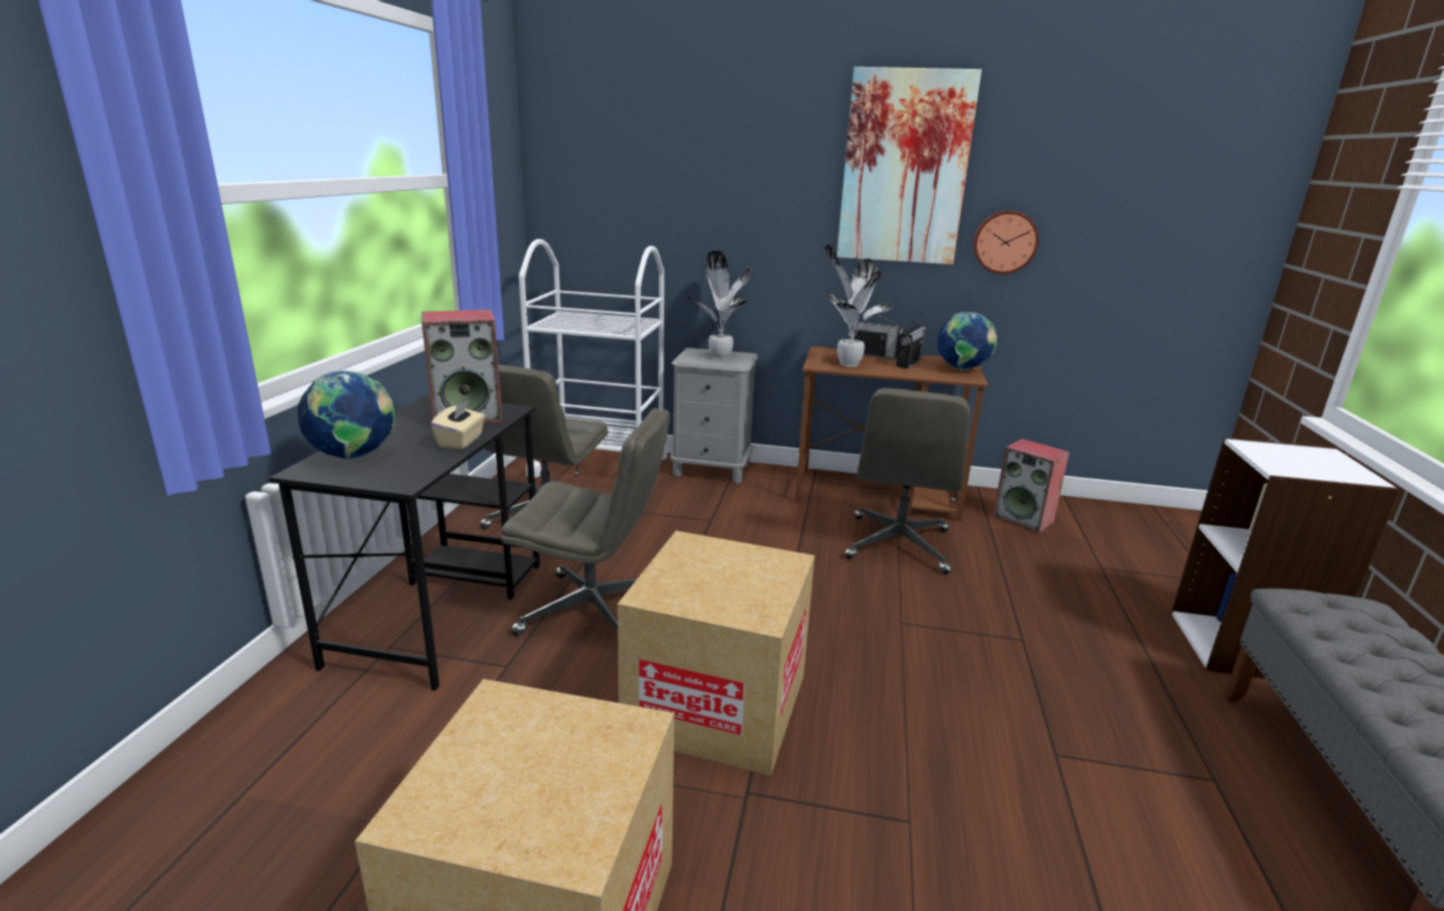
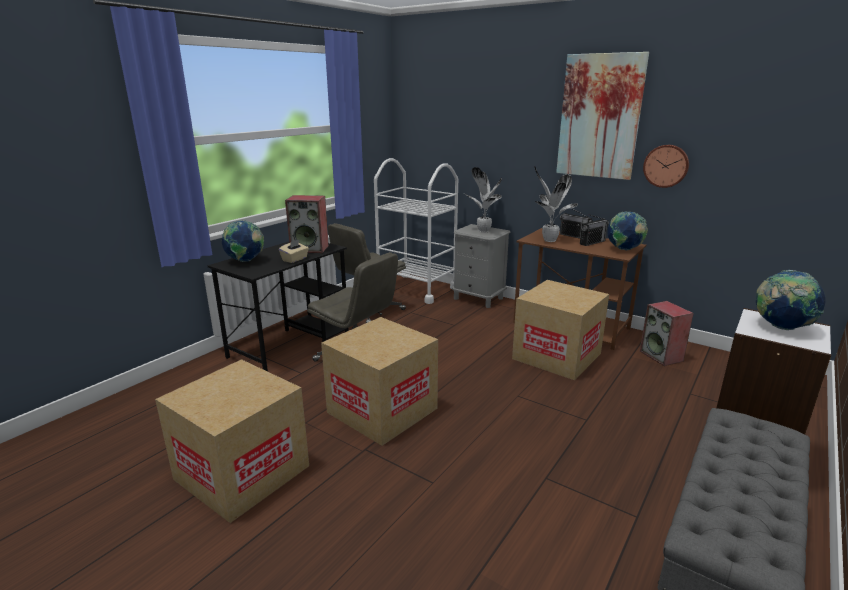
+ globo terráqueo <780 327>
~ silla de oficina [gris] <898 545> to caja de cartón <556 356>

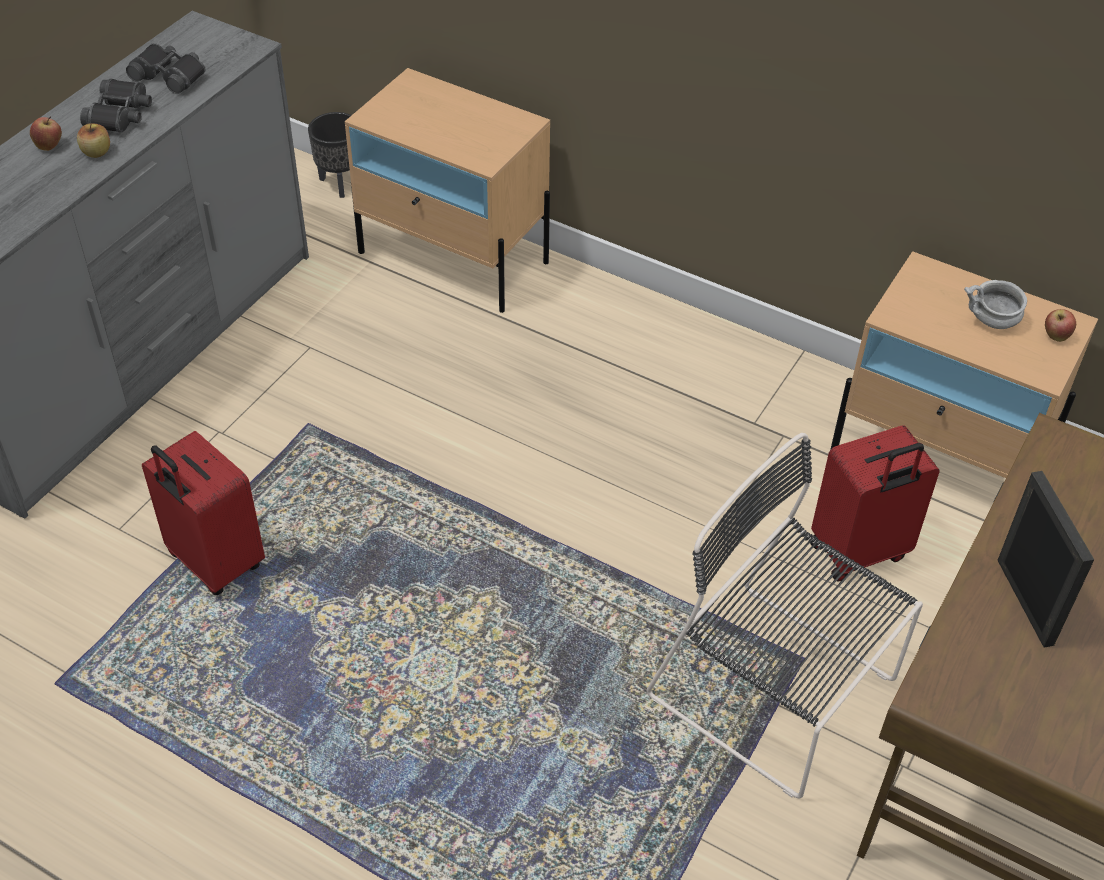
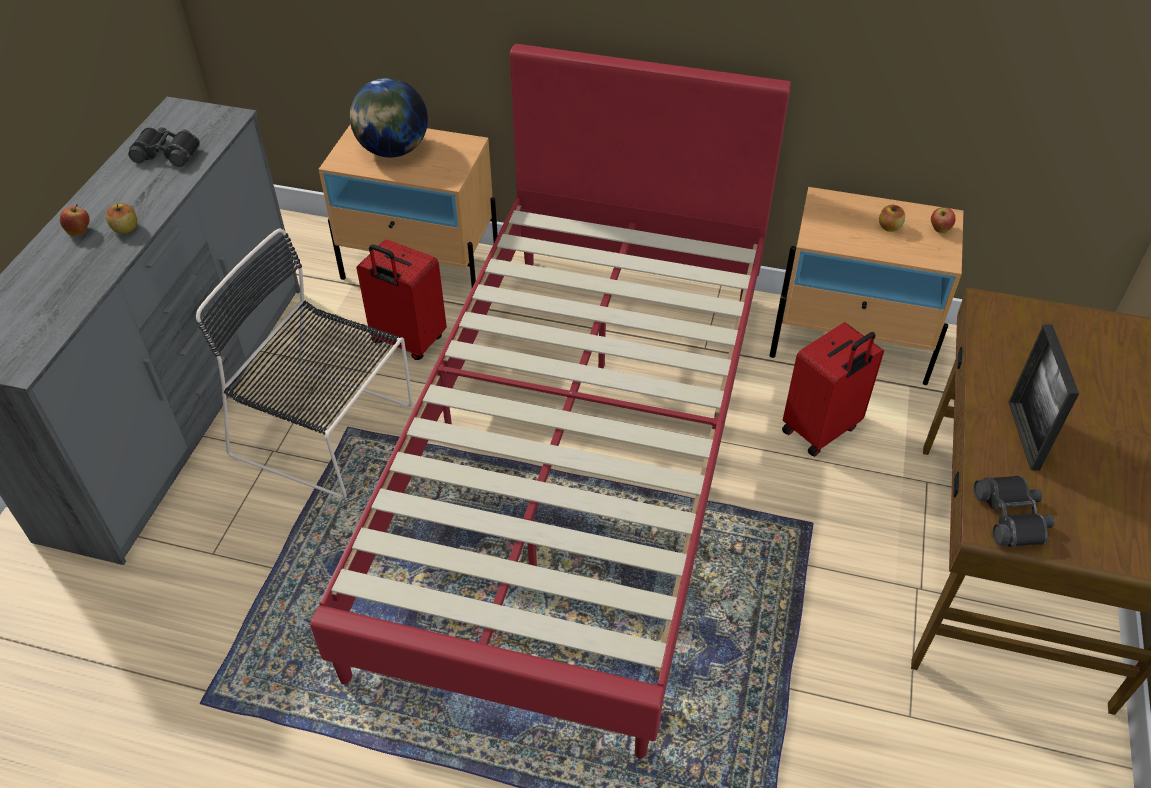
- maceta [negro] <340 183>
+ cama [rojo] <576 460>
+ globo terráqueo <393 150>
~ prismáticos [negro] <120 114> to <1012 517>
~ maleta [rojo] <214 563> to <407 341>
~ silla [negro] <778 693> to <328 433>
~ cuenco [gris] <992 321> to manzana <889 227>
~ portarretratos <1025 602> = <1023 435> 150 degrees counterclockwise

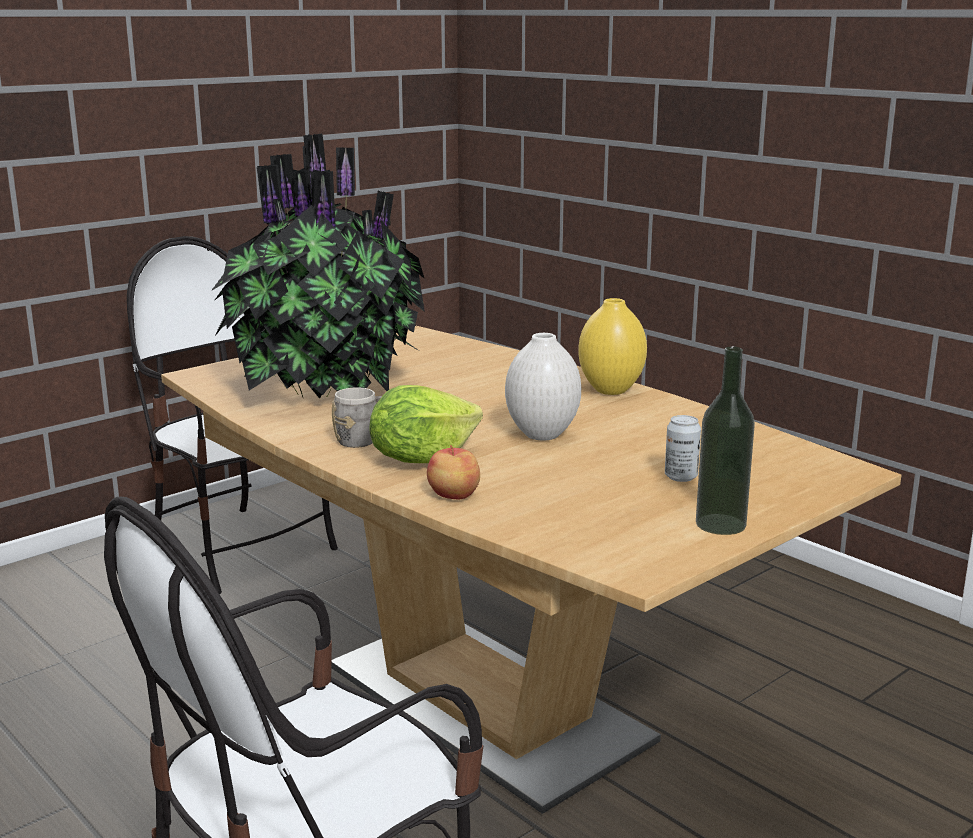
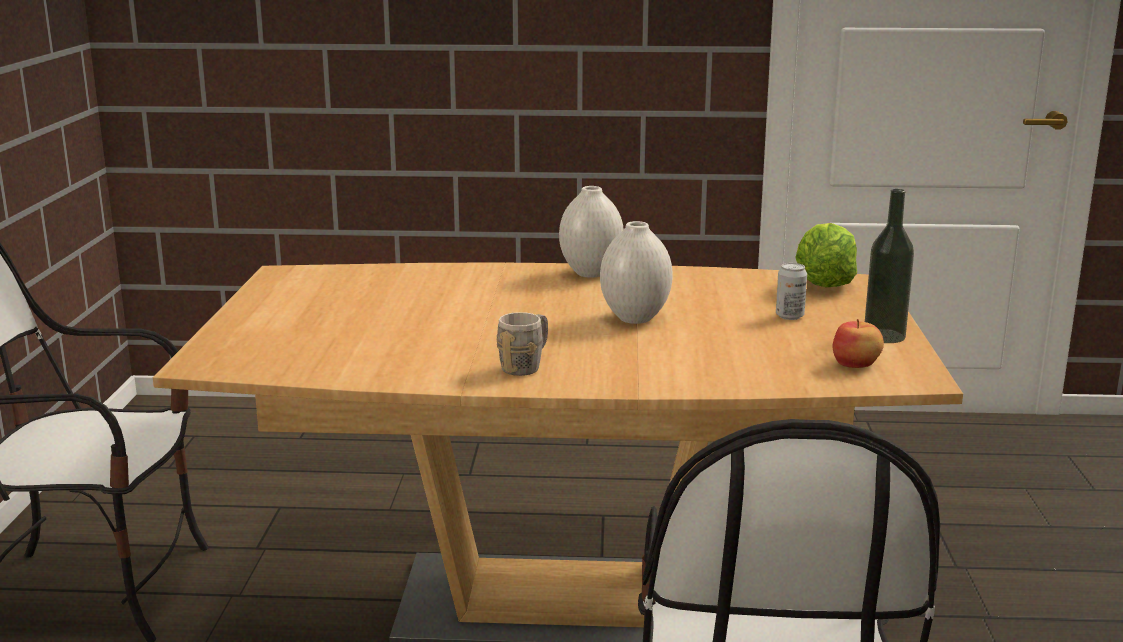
- planta en maceta <323 386>
~ lechuga <421 458> to <824 284>
~ manzana <453 495> to <856 365>
~ florero [amarillo] <611 390> to florero [blanco] <591 273>

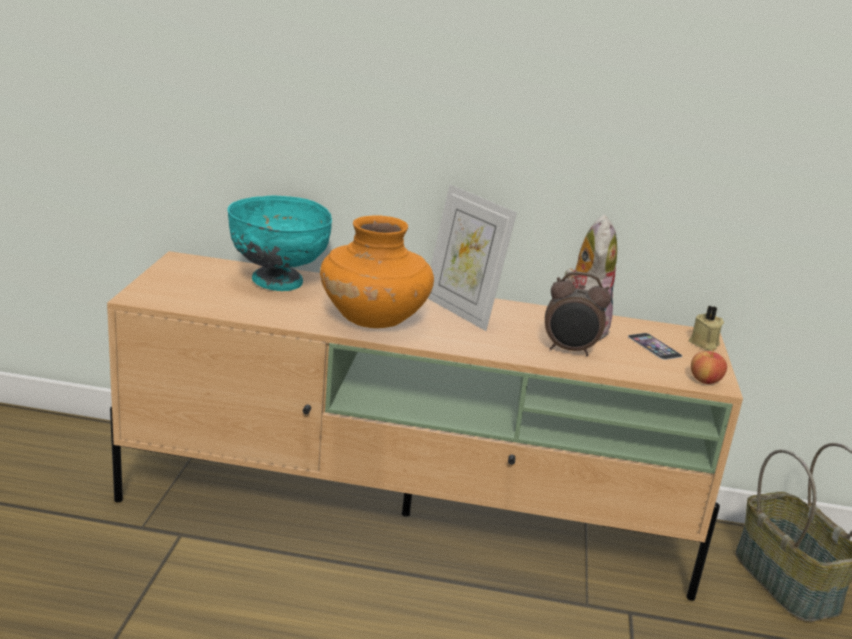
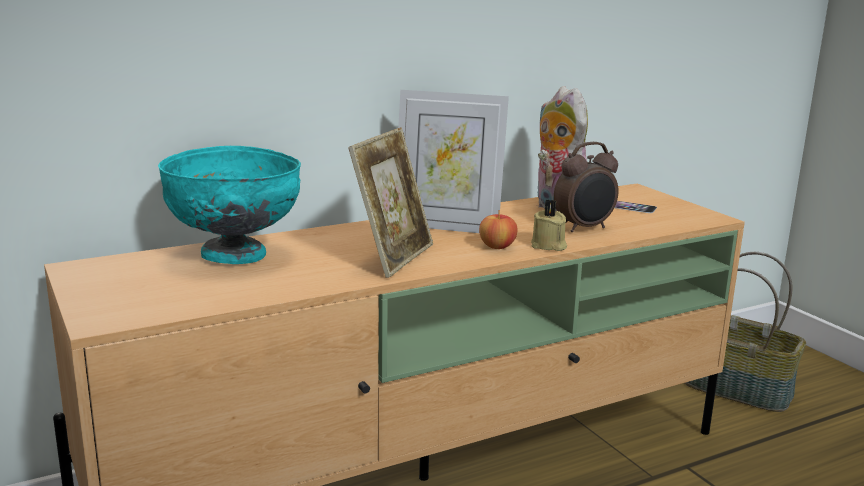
~ vela [beis] <704 344> to <548 246>
~ manzana <705 380> to <497 246>
~ florero [naranja] <373 320> to portarretratos <393 257>

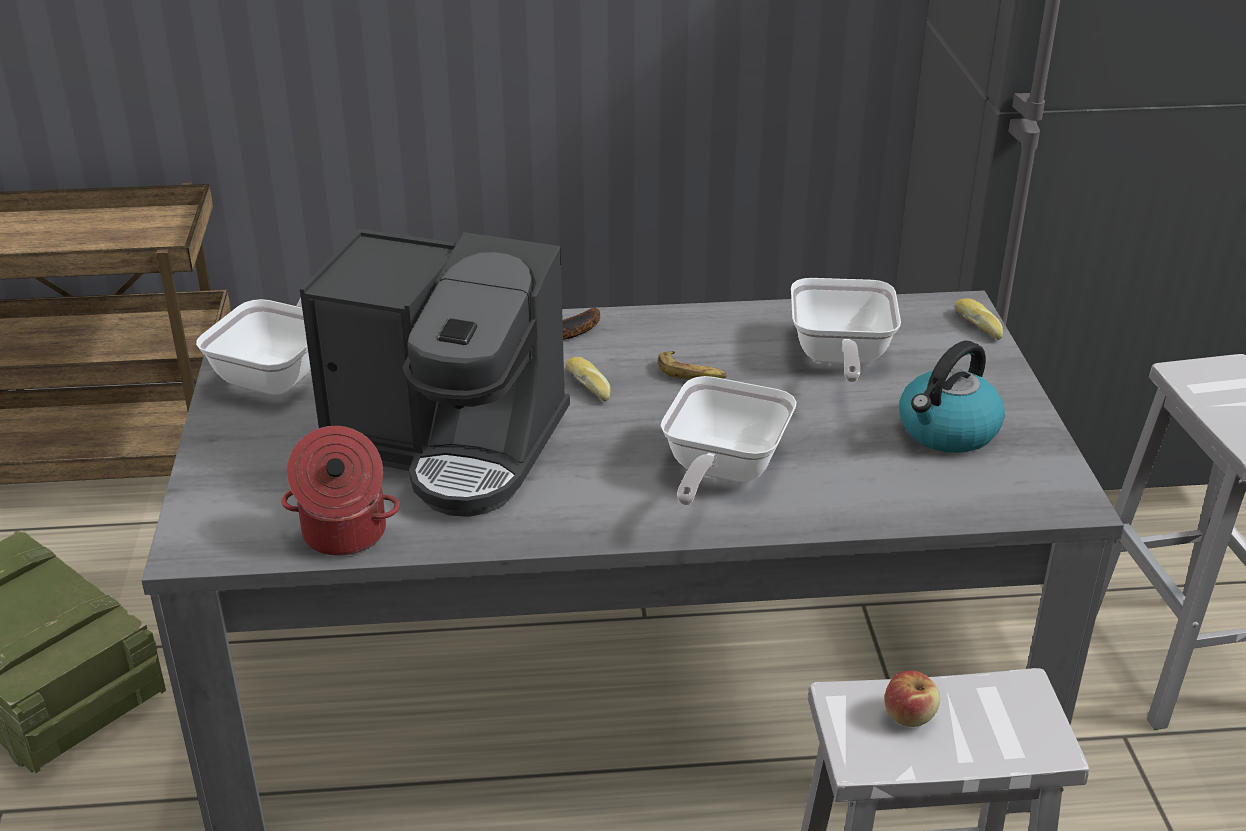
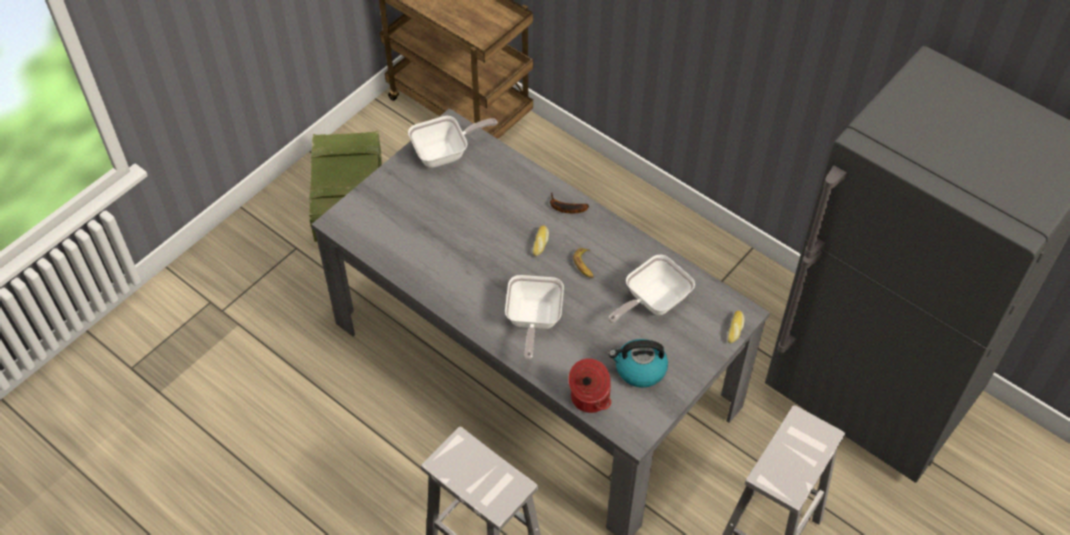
- cafetera <448 444>
- manzana <909 715>
~ olla <343 534> to <589 398>
~ sartén <720 471> = <533 321> 60 degrees counterclockwise

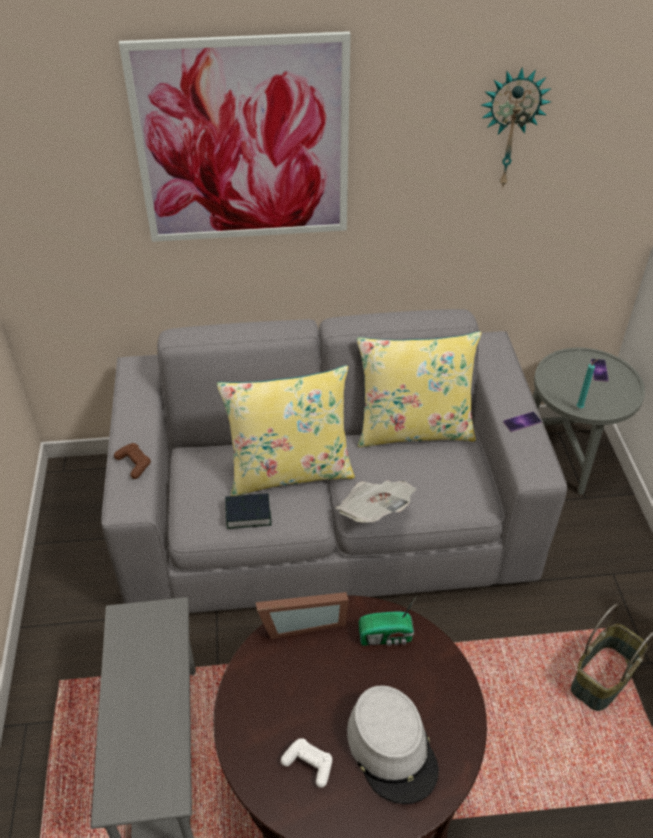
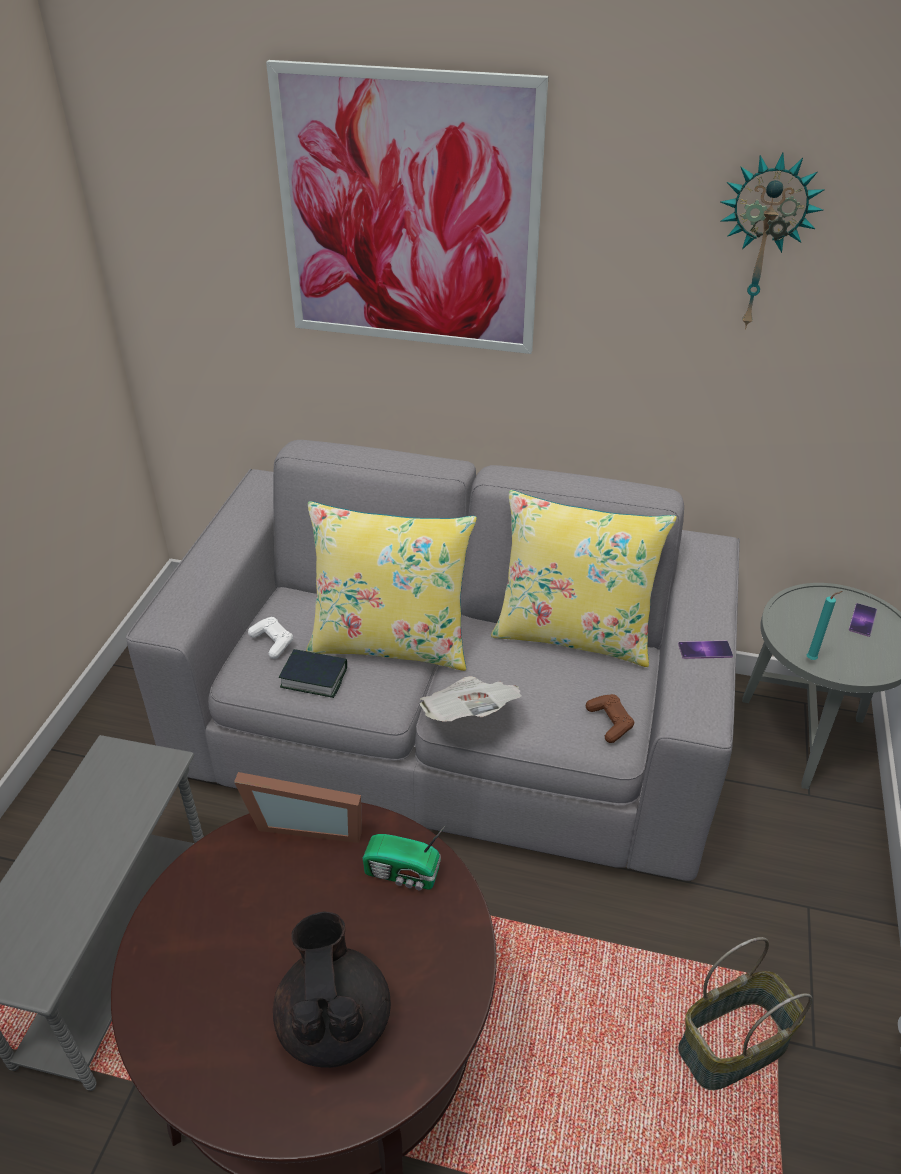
~ mando de consola [marrón] <134 464> to <610 722>
~ mando de consola [blanco] <309 764> to <272 642>
~ sombrero [gris] <392 748> to tetera [negro] <334 1021>

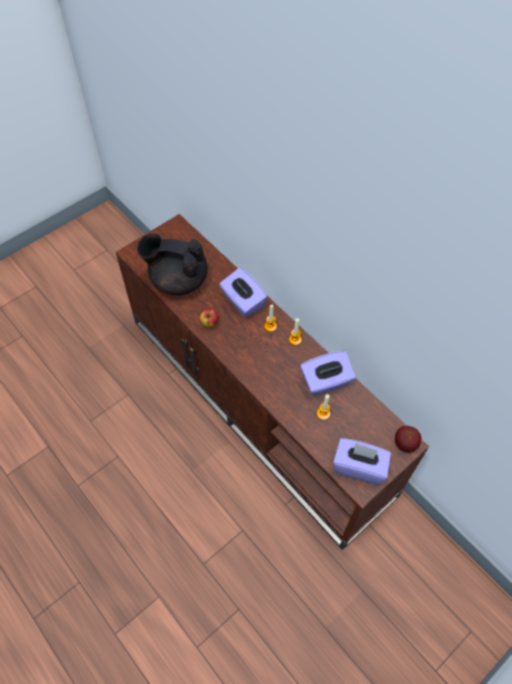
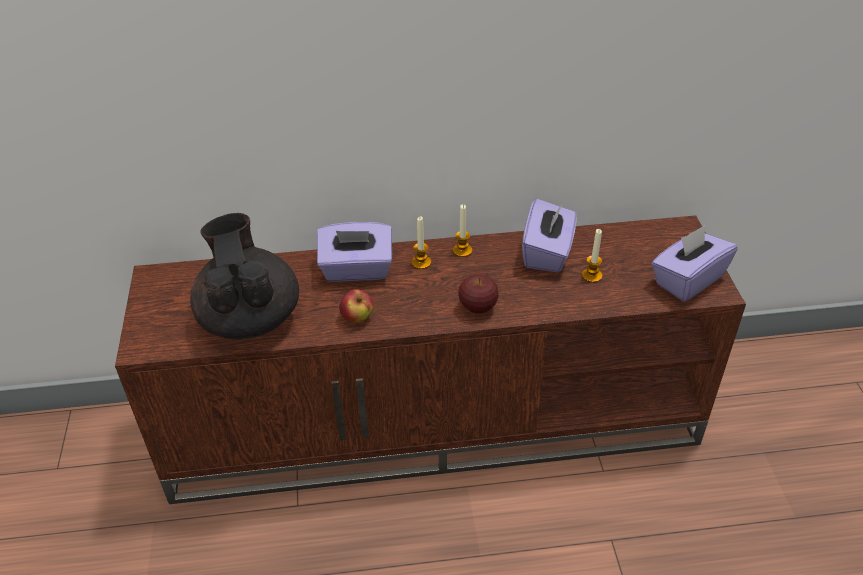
~ manzana <404 444> to <478 307>
~ tetera [negro] <178 280> = <249 317> 120 degrees clockwise

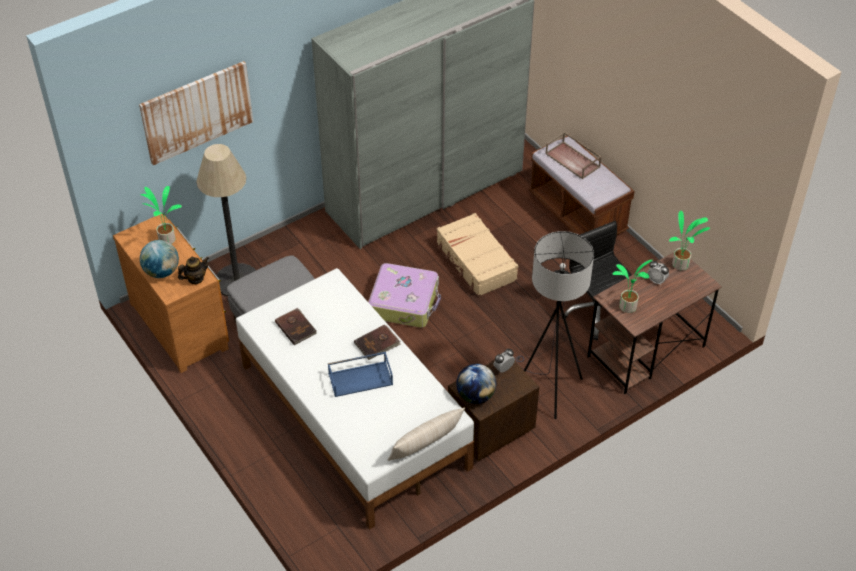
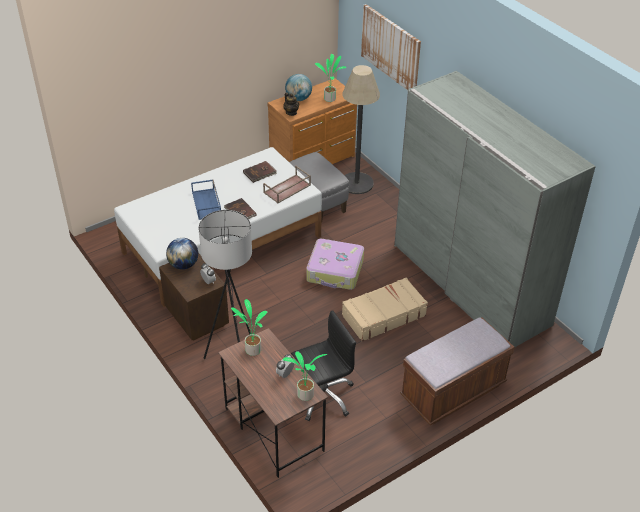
- cojín [beis] <425 445>
~ bandeja [marrón] <573 160> to <287 189>

